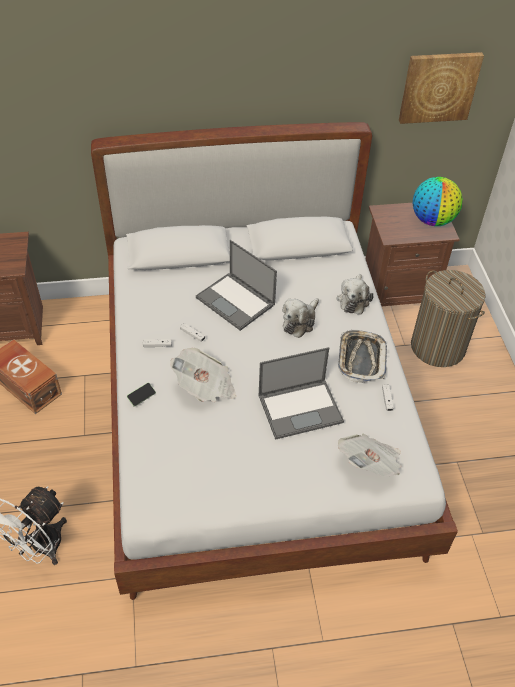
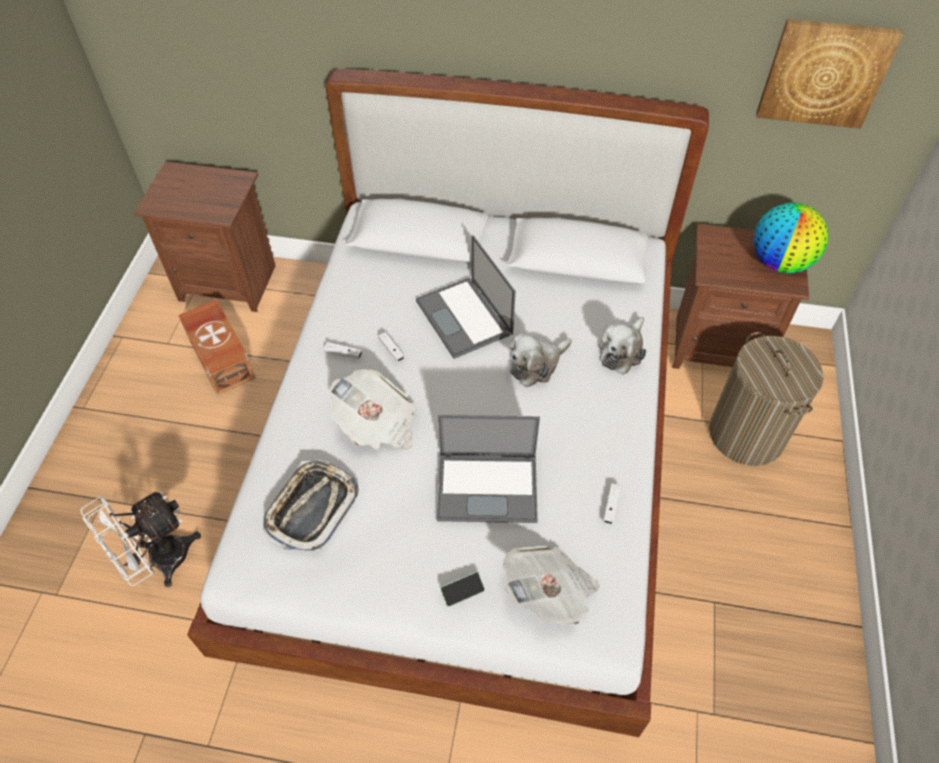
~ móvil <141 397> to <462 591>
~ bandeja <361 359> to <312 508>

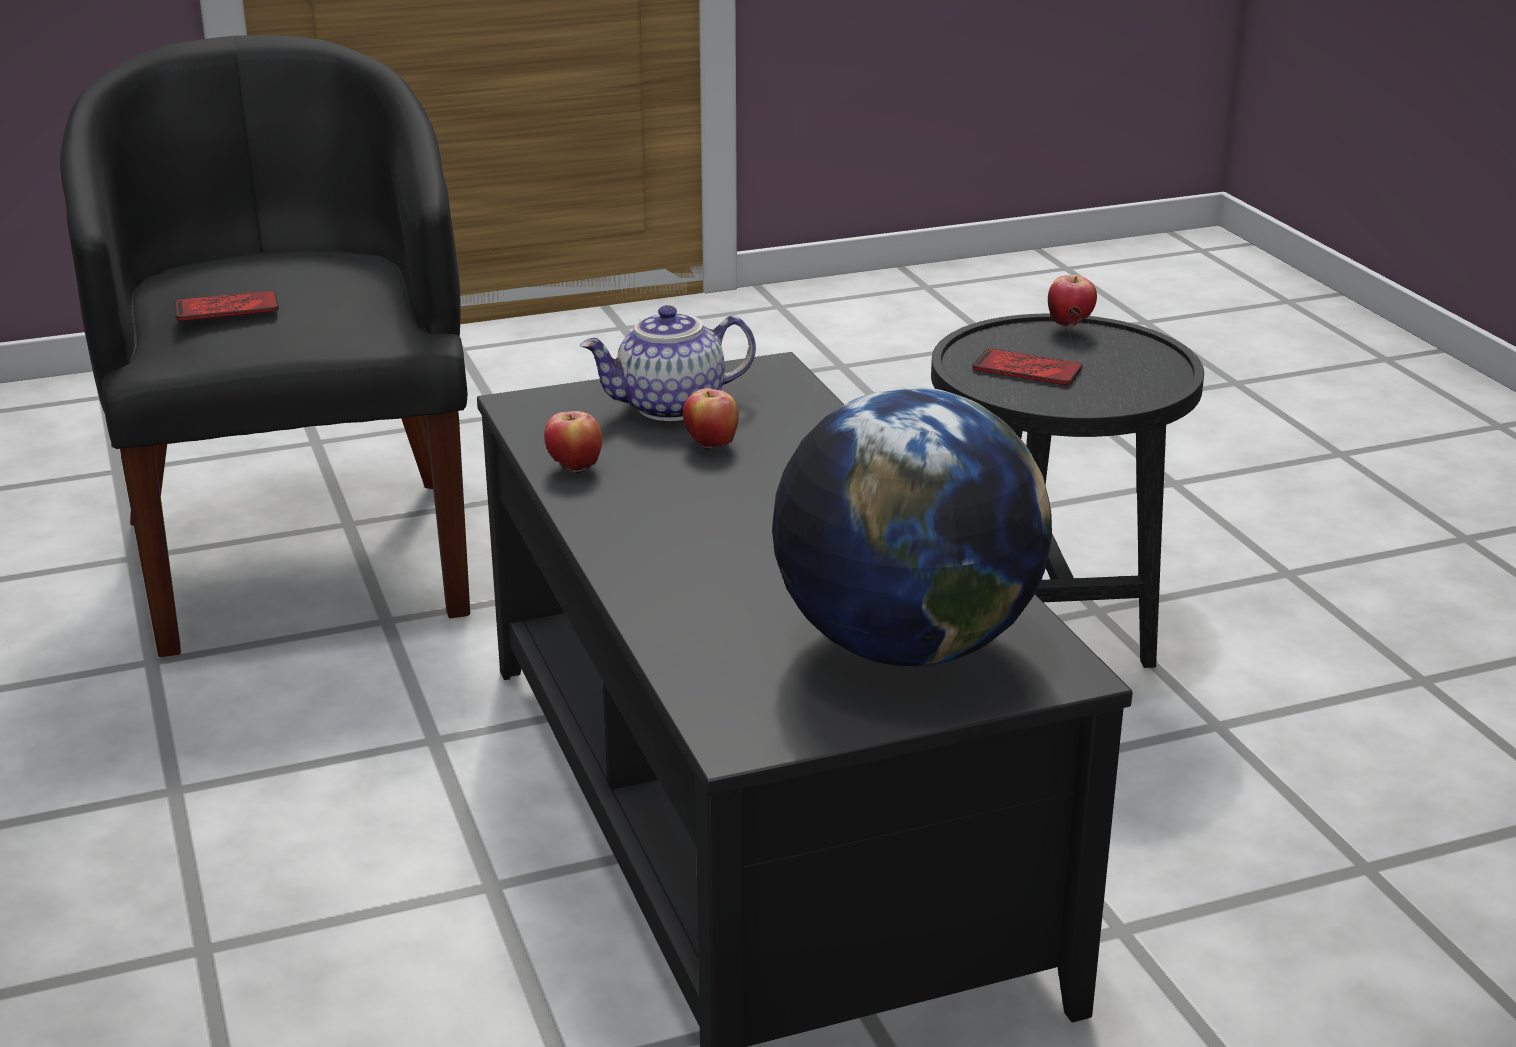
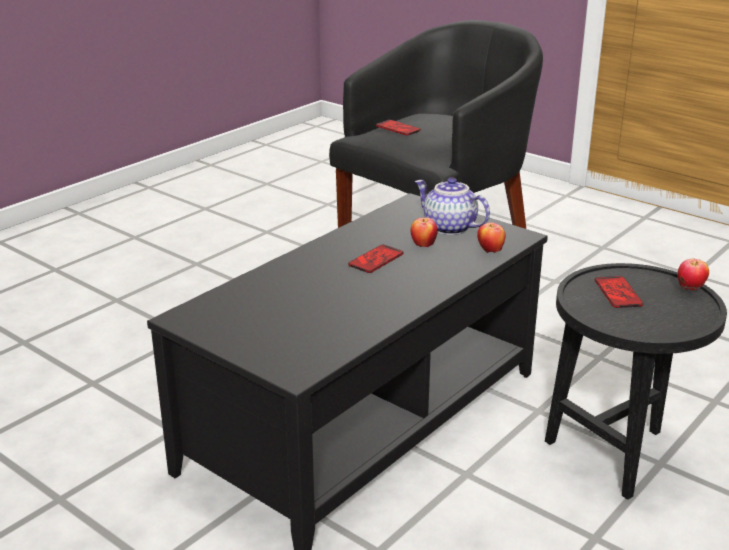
- globo terráqueo <905 646>
+ móvil <376 260>
~ manzana <574 468> to <490 251>

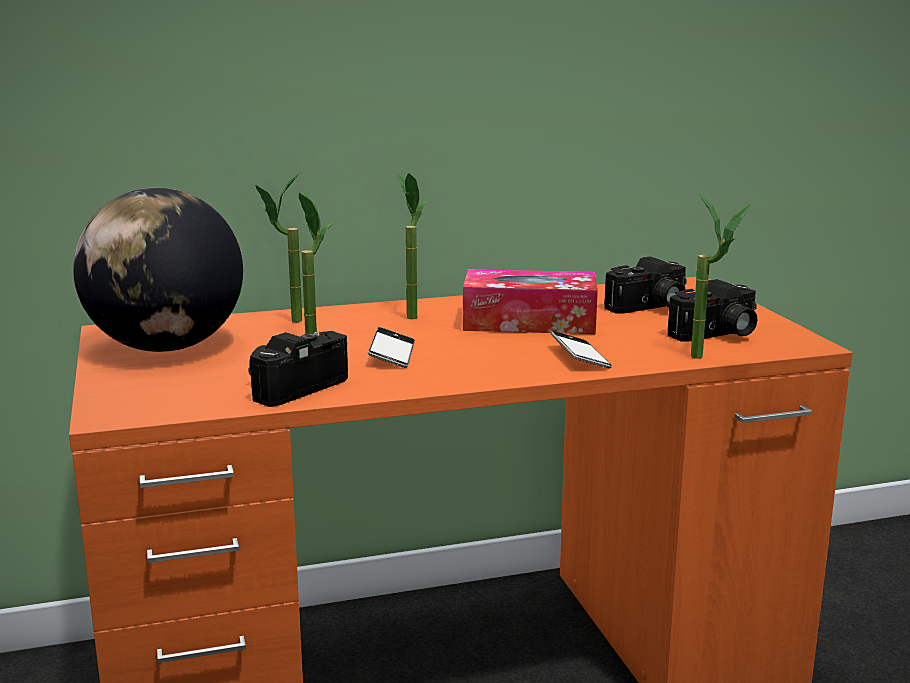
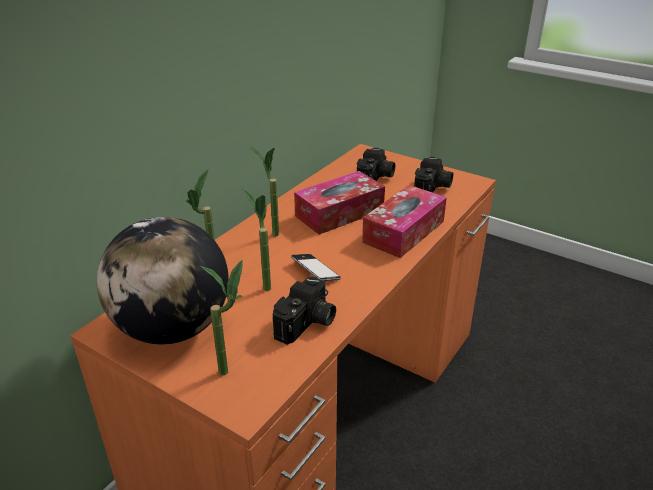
~ planta en maceta <709 358> to <233 369>
~ móvil <580 357> to caja de pañuelos <403 231>
~ cámara <293 386> = <307 324> 150 degrees counterclockwise

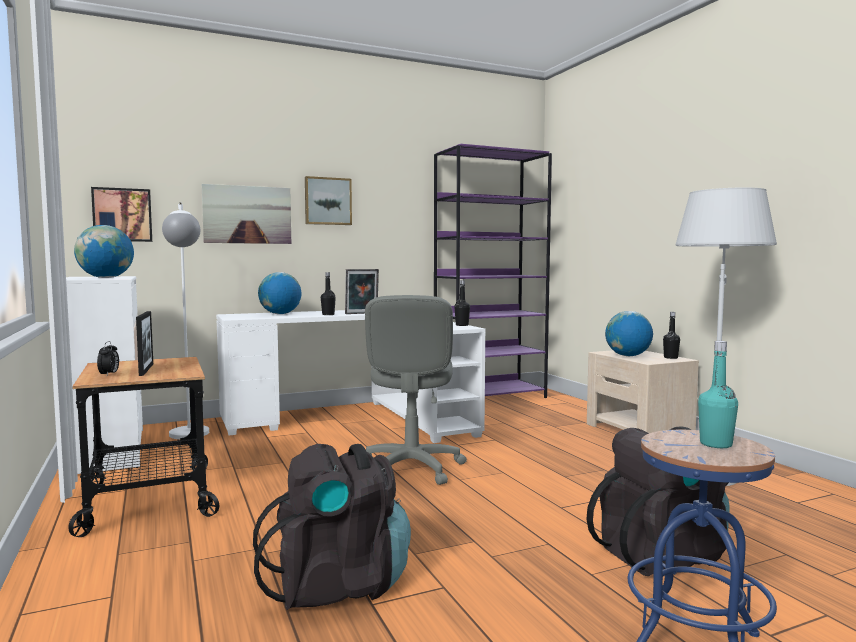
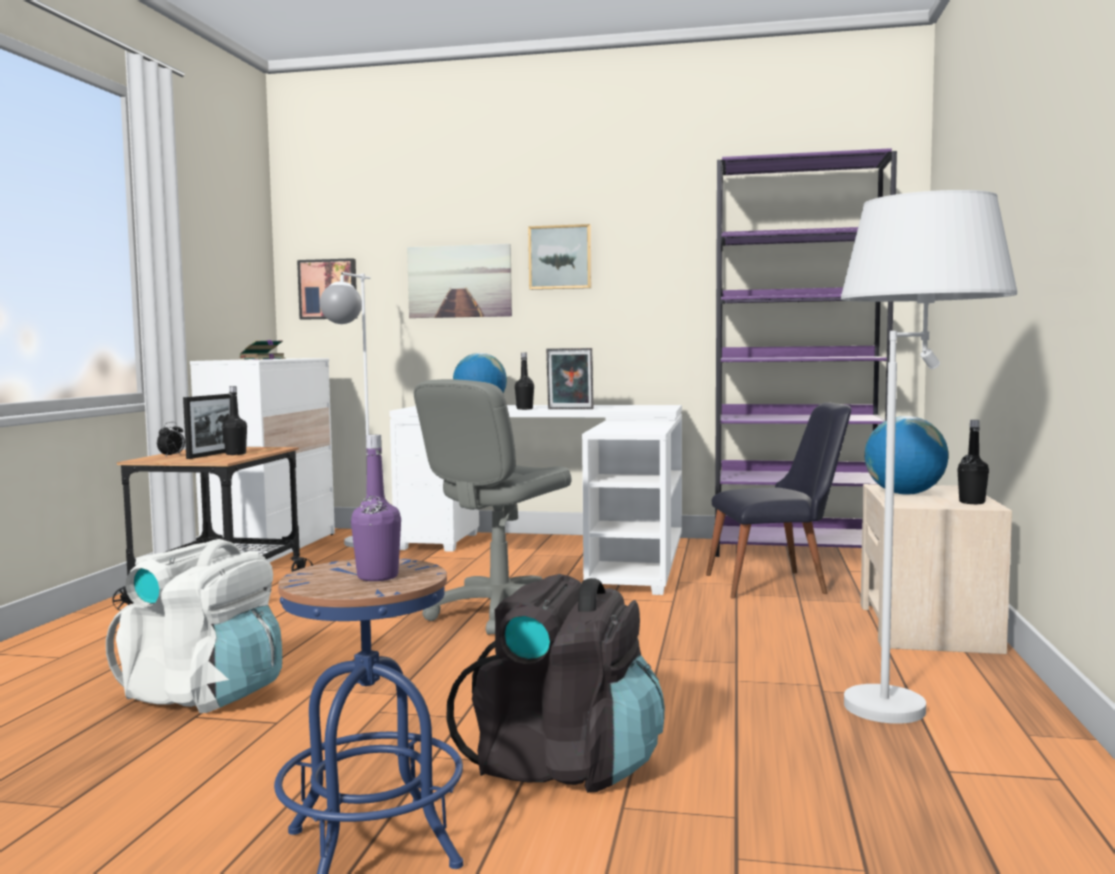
+ silla [negro] <778 584>
~ botella [negro] <462 325> to <235 454>
~ globo terráqueo <105 278> to libro <261 359>
~ mochila [negro] <338 584> to mochila [blanco] <205 694>
~ botella [turquesa] <716 444> to botella [morado] <377 577>

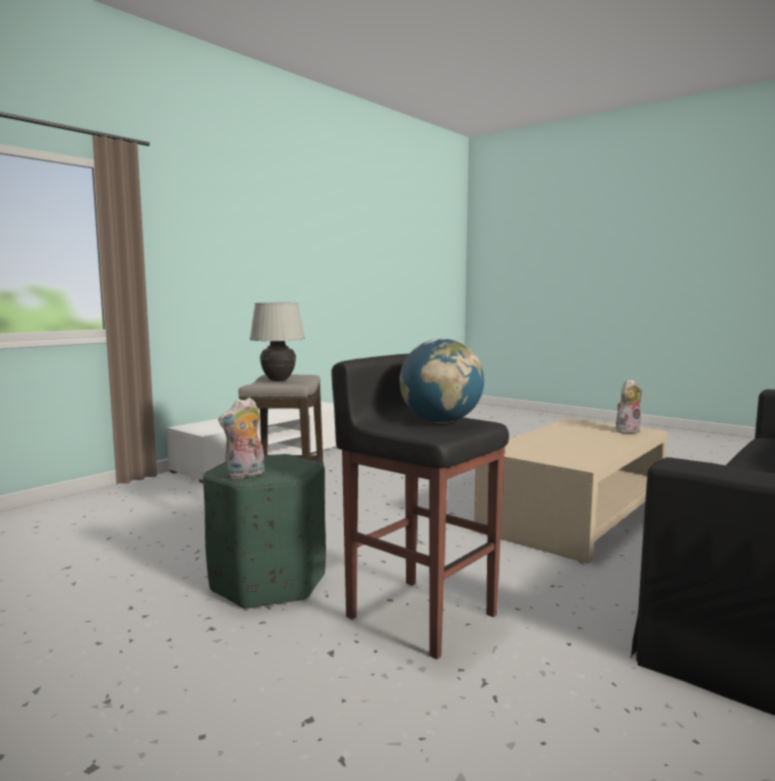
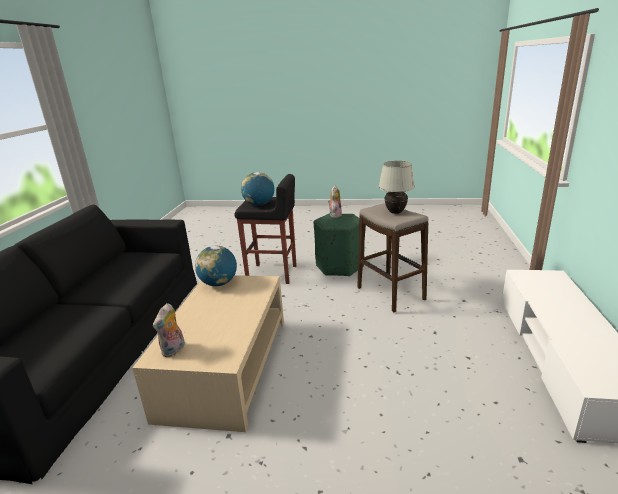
+ globo terráqueo <219 283>

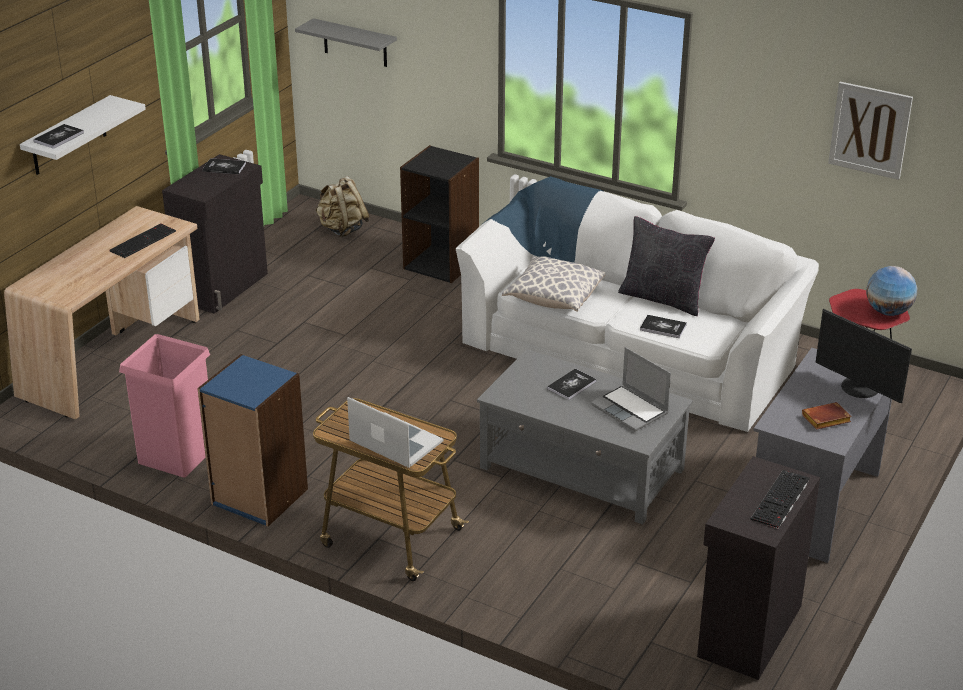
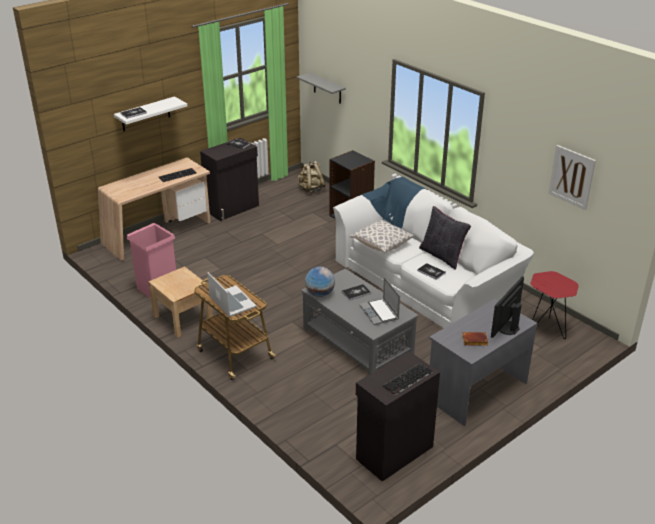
~ globo terráqueo <887 312> to <319 294>
~ estantería [azul] <259 497> to mesita de noche [beis] <183 318>
~ monitor <858 388> = <507 327> 60 degrees clockwise

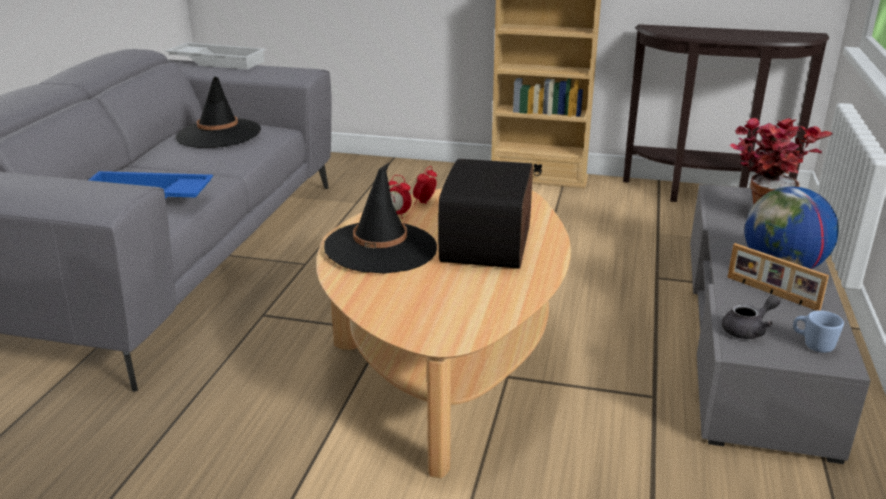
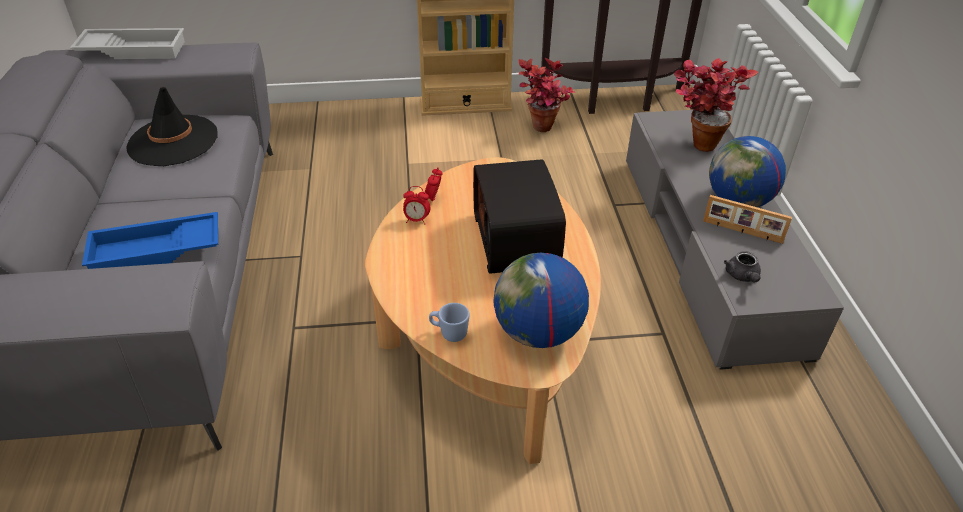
- sombrero [negro] <381 248>
+ globo terráqueo <538 332>
+ planta en maceta <541 131>
~ taza grande [azul] <812 345> to <449 333>
~ tetera [gris] <748 330> = <742 276> 135 degrees clockwise

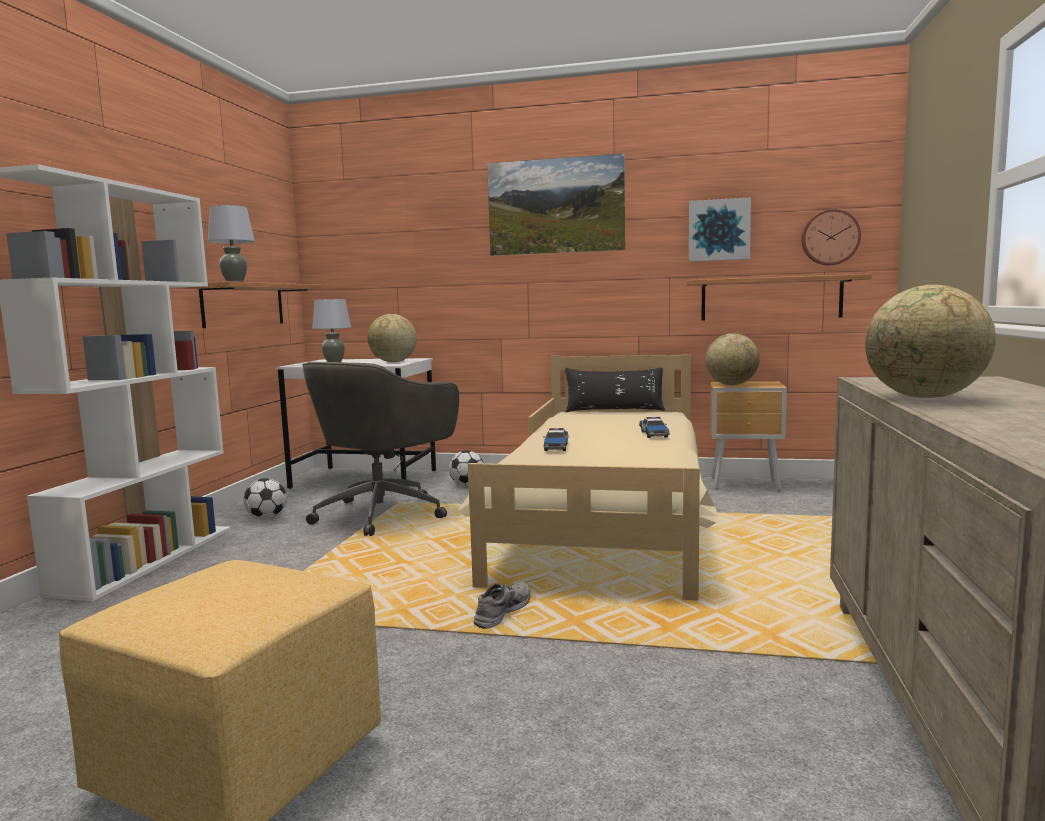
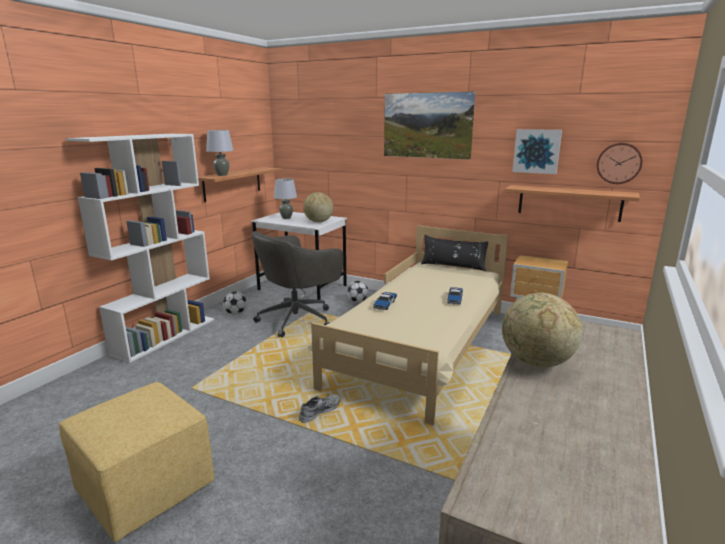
- globo terráqueo <732 384>

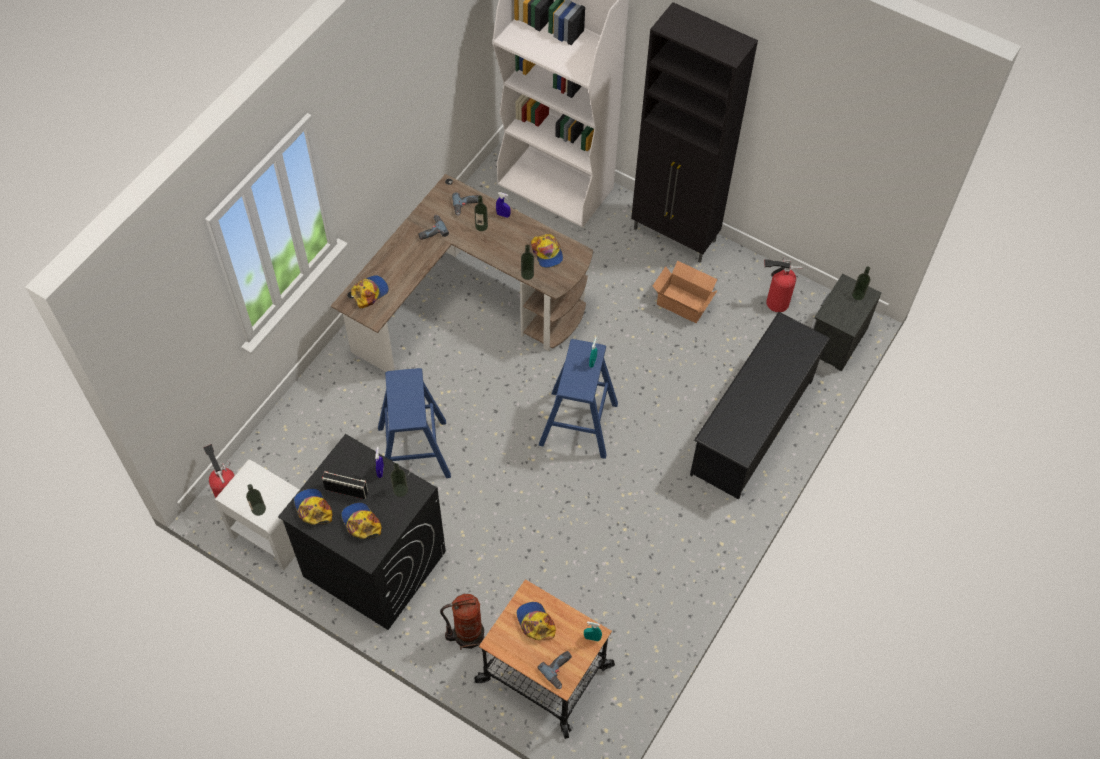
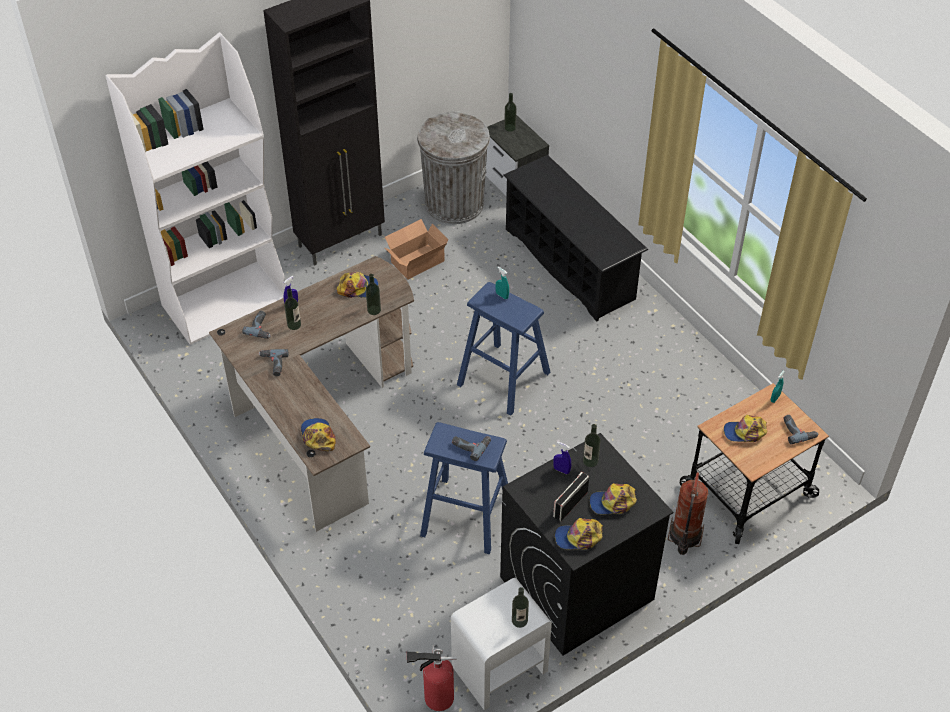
+ taladro <471 445>
~ extintor <774 302> to papelera [gris] <454 204>

